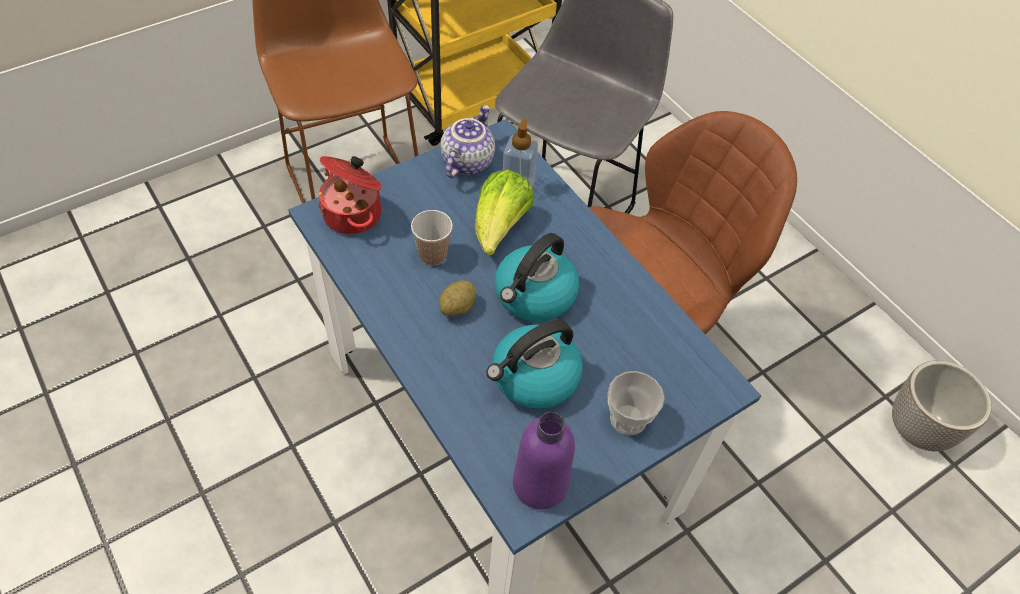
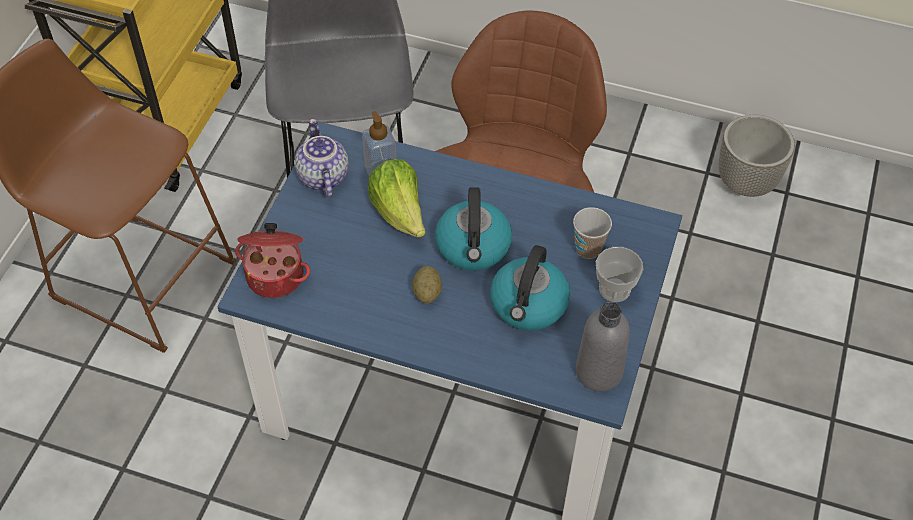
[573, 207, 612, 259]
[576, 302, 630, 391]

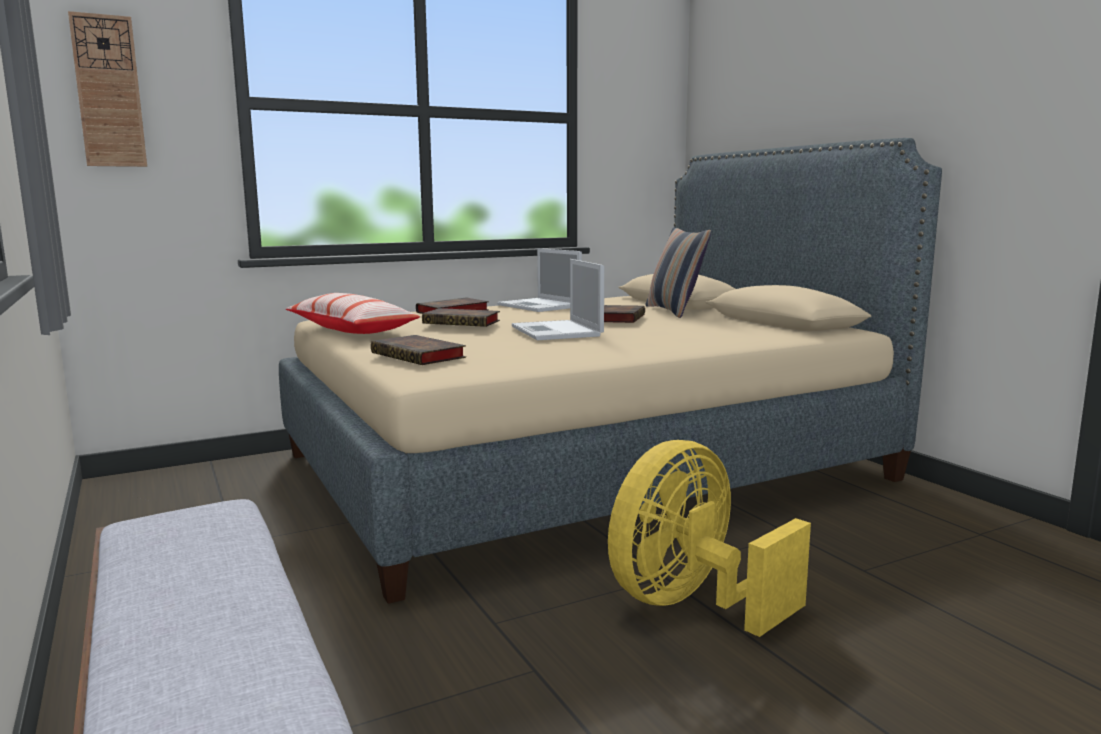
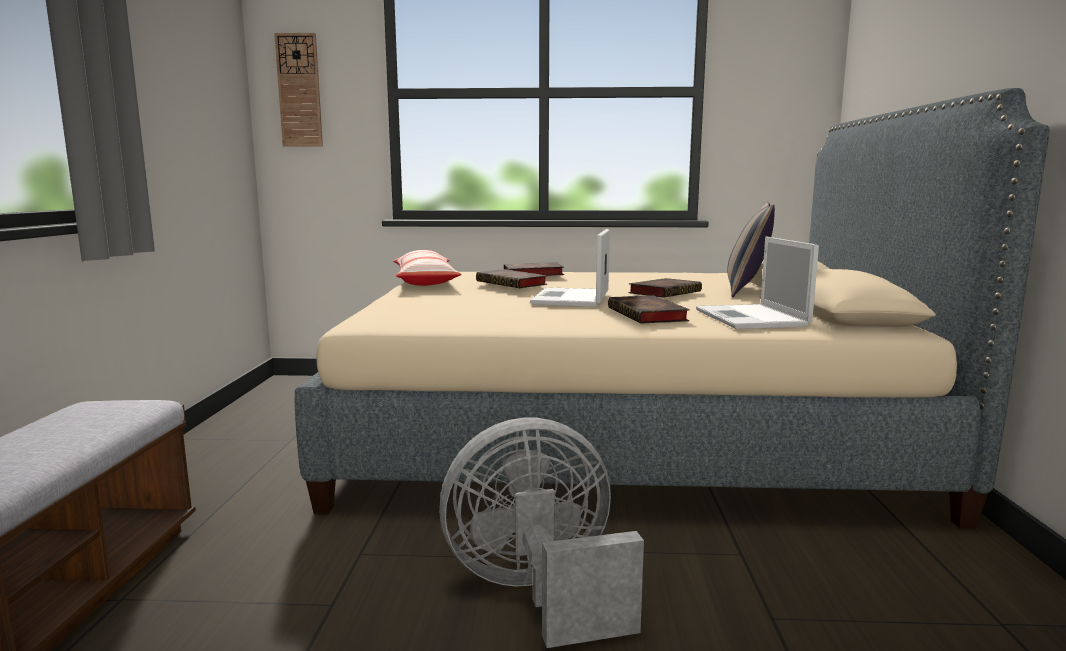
[608, 295, 690, 324]
[696, 237, 819, 329]
[439, 418, 644, 648]

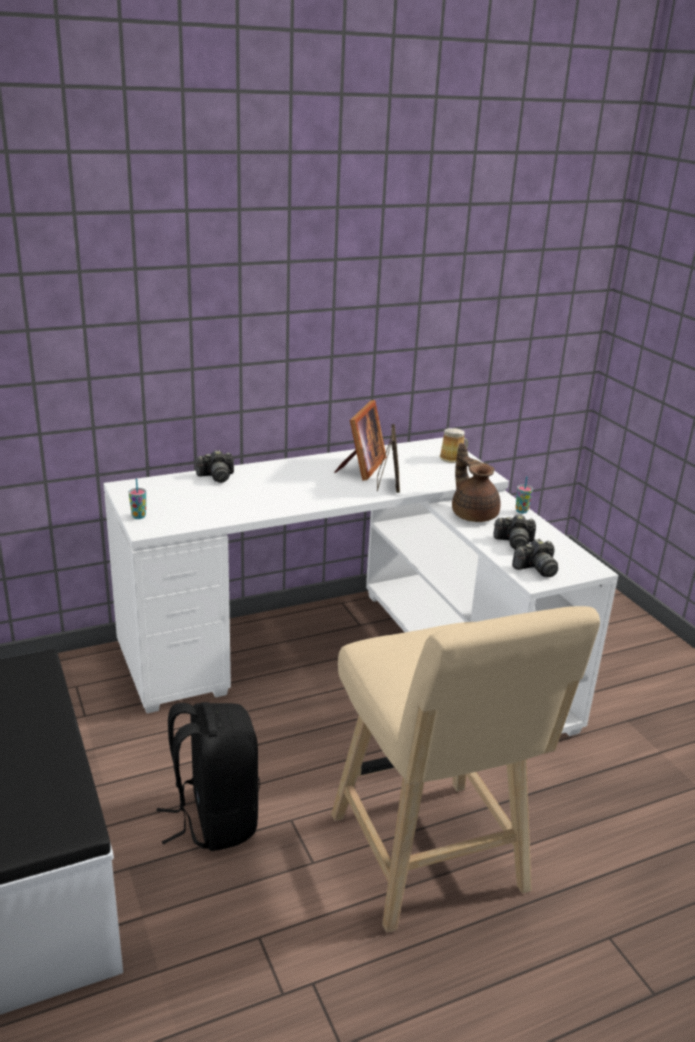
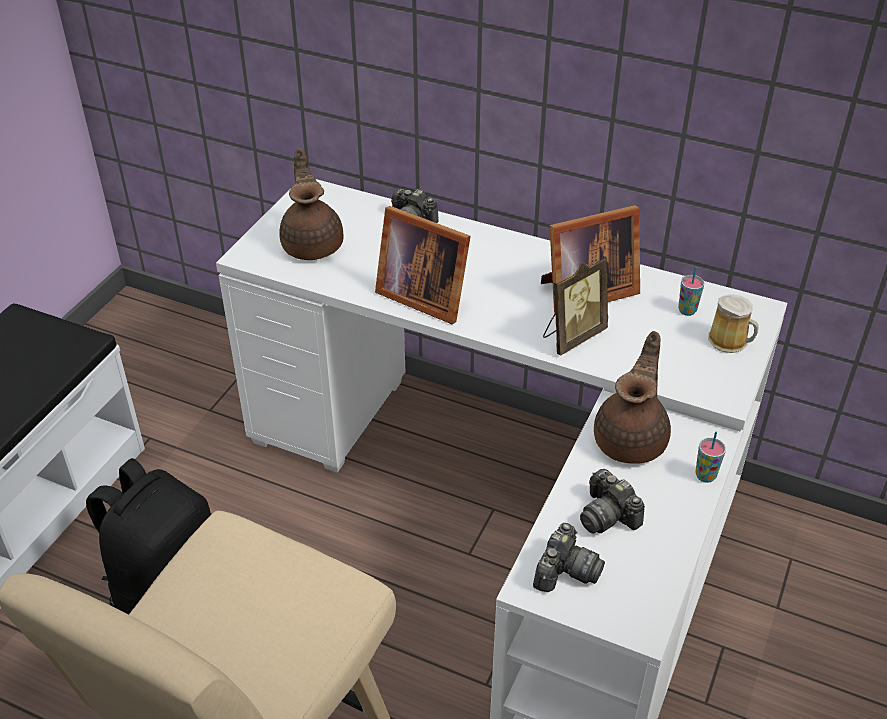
[279, 148, 343, 260]
[375, 206, 471, 324]
[678, 266, 704, 316]
[533, 523, 605, 592]

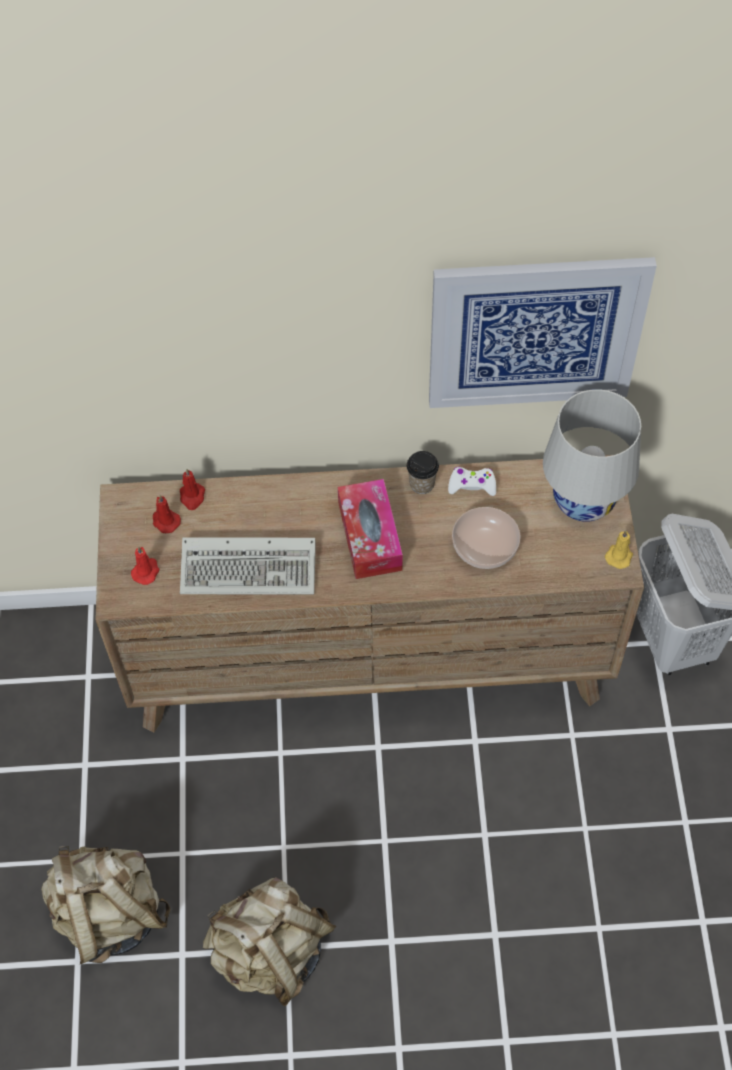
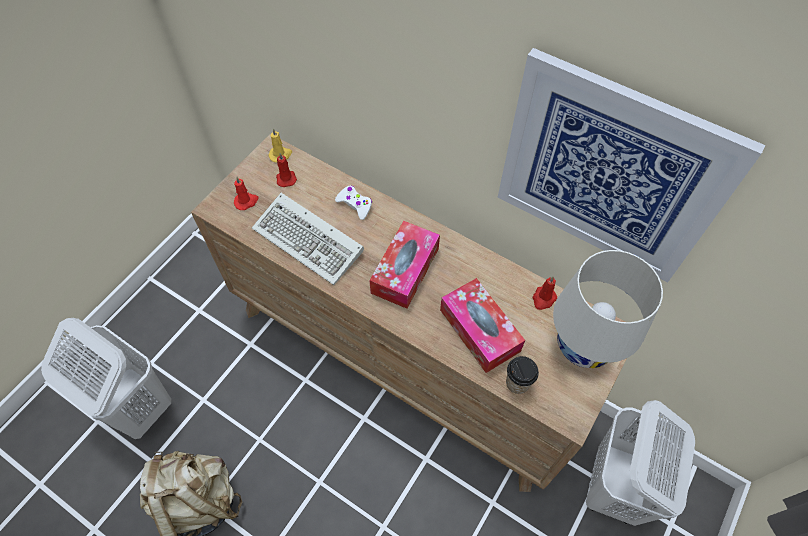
[533, 276, 557, 310]
[506, 356, 539, 394]
[335, 185, 372, 220]
[269, 128, 292, 162]
[41, 318, 171, 439]
[440, 278, 525, 373]

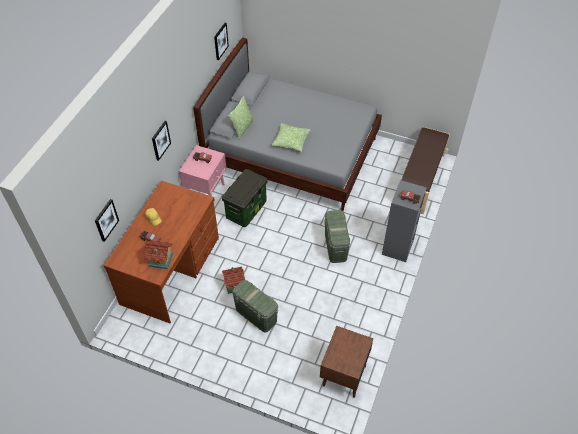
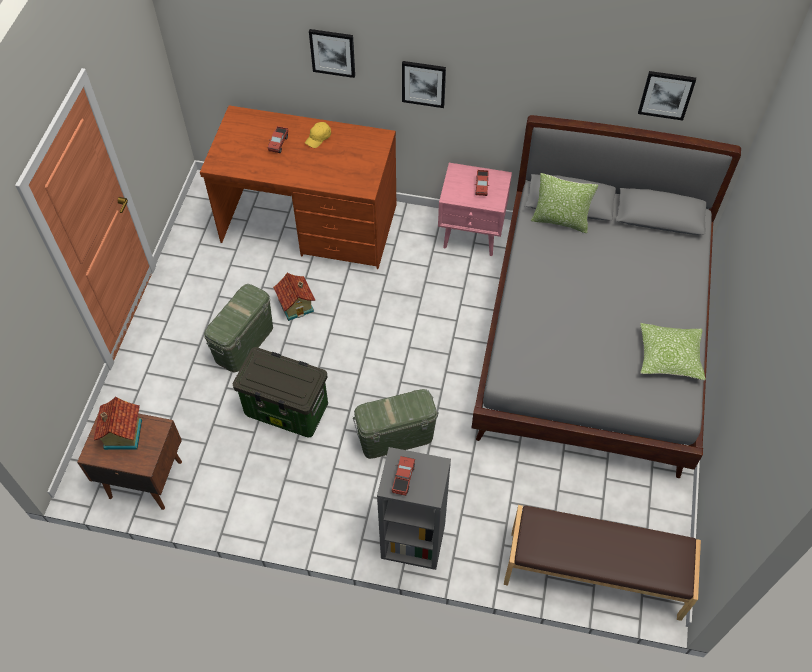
[309, 29, 355, 78]
[94, 397, 142, 450]
[233, 347, 328, 437]
[640, 323, 706, 380]

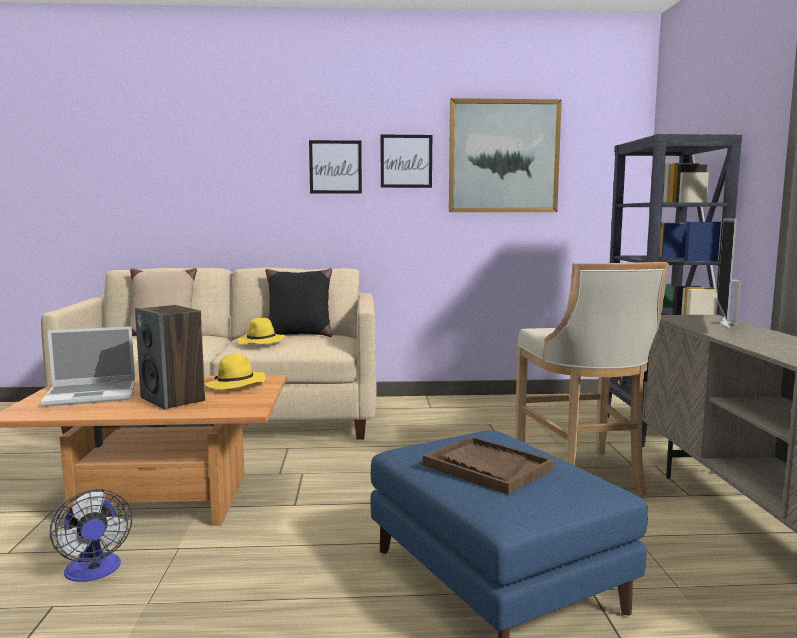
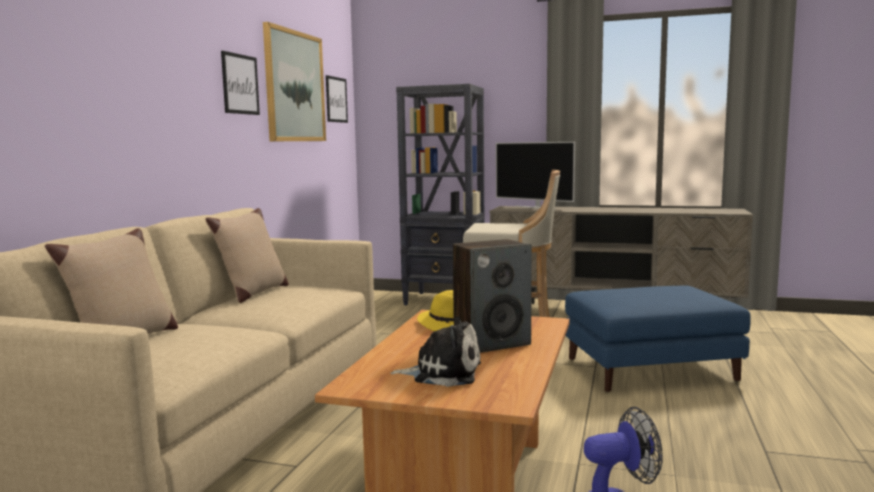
[238, 318, 285, 345] (first image)
[423, 436, 555, 495] (first image)
[326, 75, 348, 123]
[390, 316, 481, 387]
[205, 208, 289, 303]

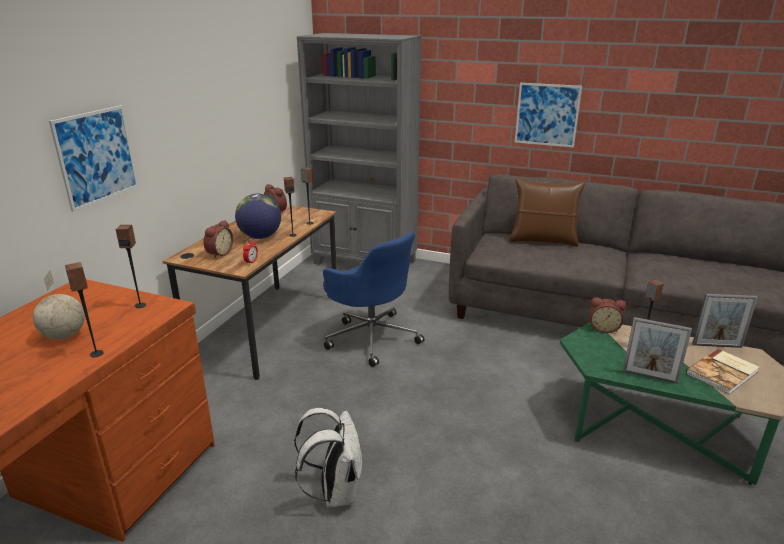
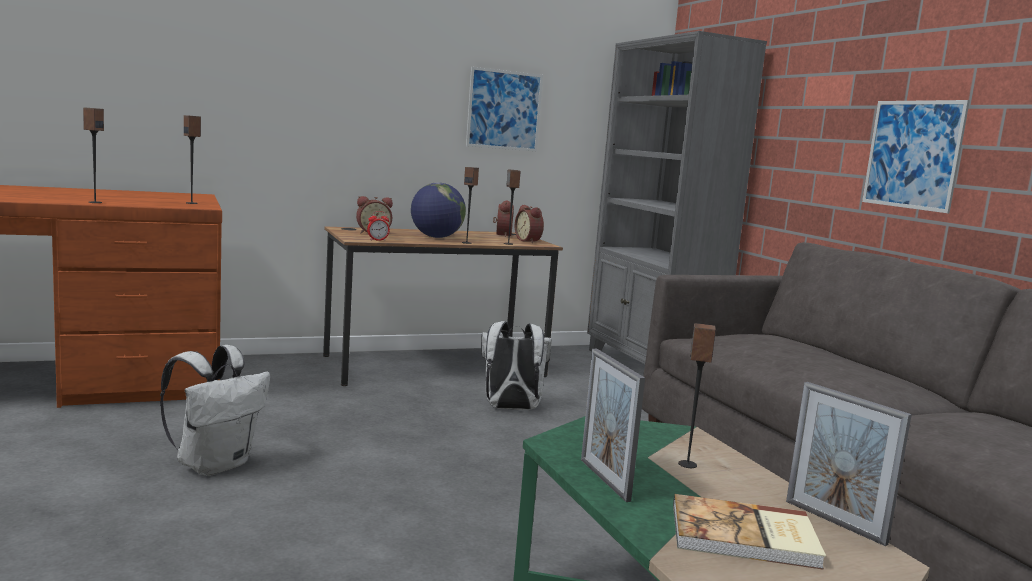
[33, 270, 85, 340] (first image)
[510, 177, 585, 247] (first image)
[466, 67, 543, 151]
[515, 205, 544, 243]
[481, 321, 552, 410]

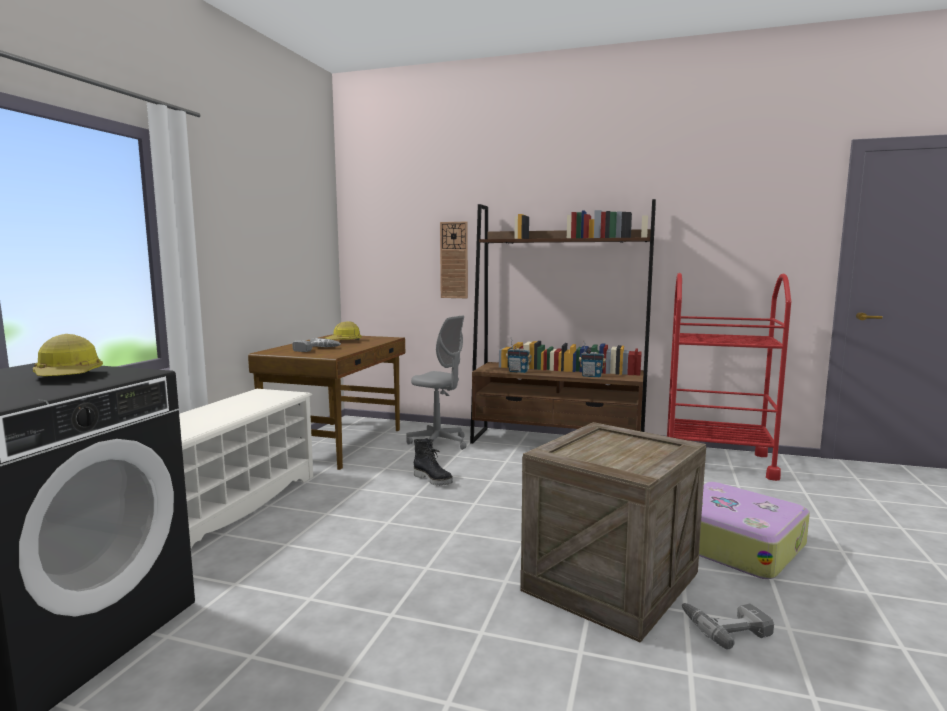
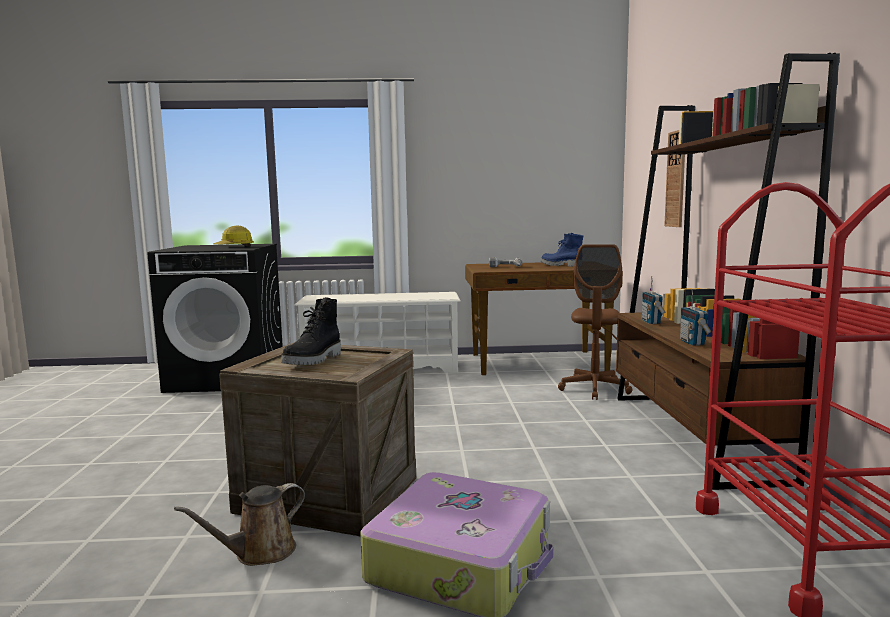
[281, 297, 341, 365]
[541, 233, 583, 267]
[174, 483, 305, 566]
[558, 244, 633, 400]

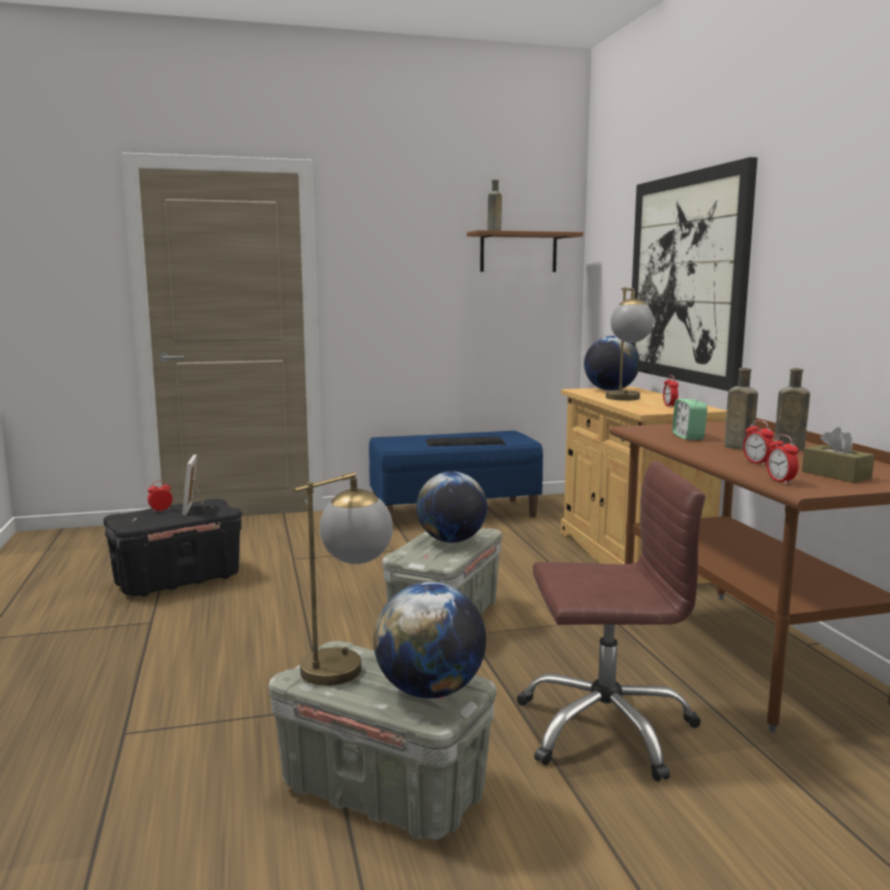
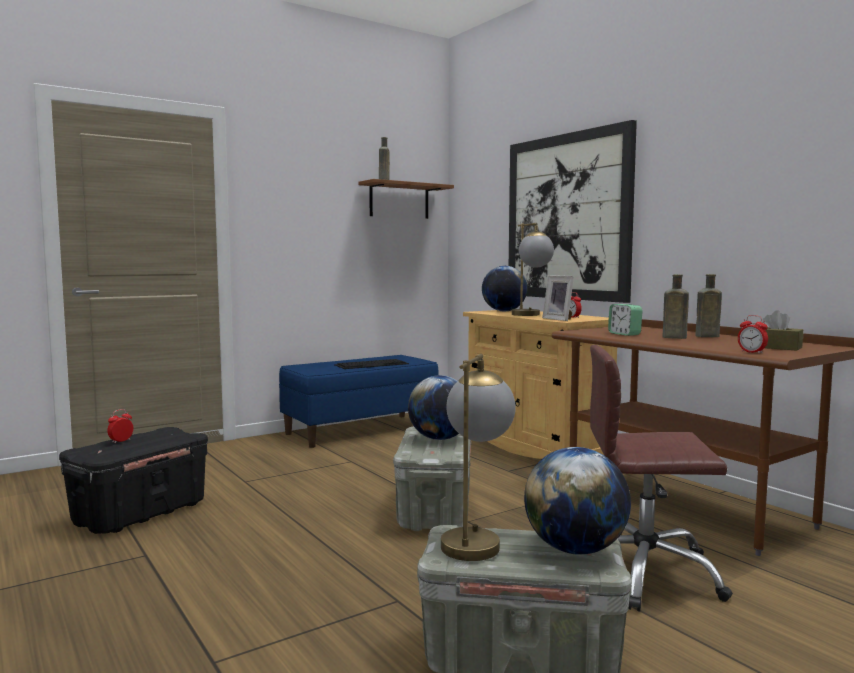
[743, 420, 774, 466] (first image)
[542, 275, 574, 321]
[590, 345, 733, 612]

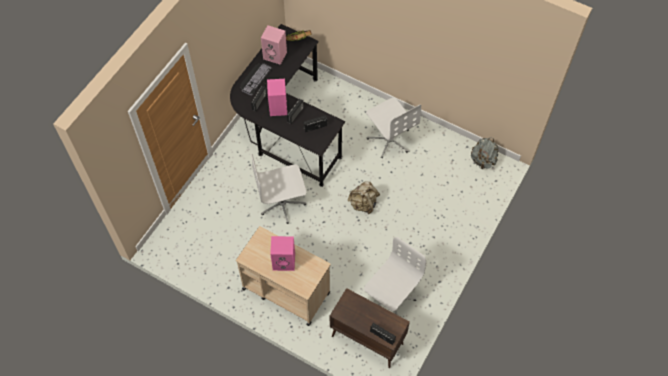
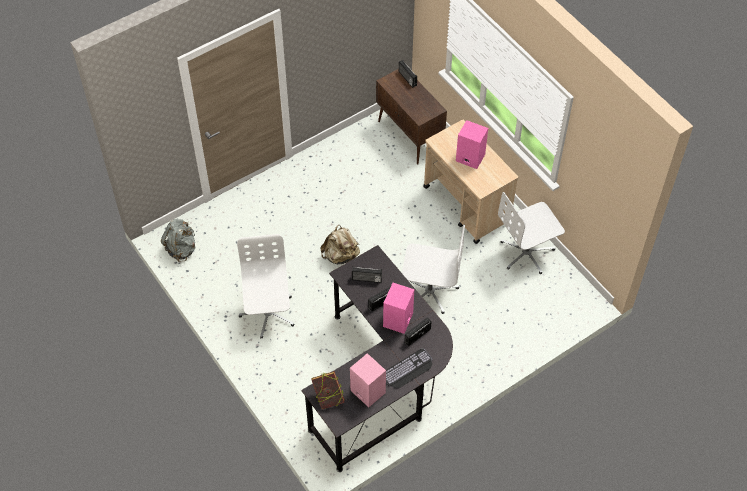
[498, 192, 565, 274]

